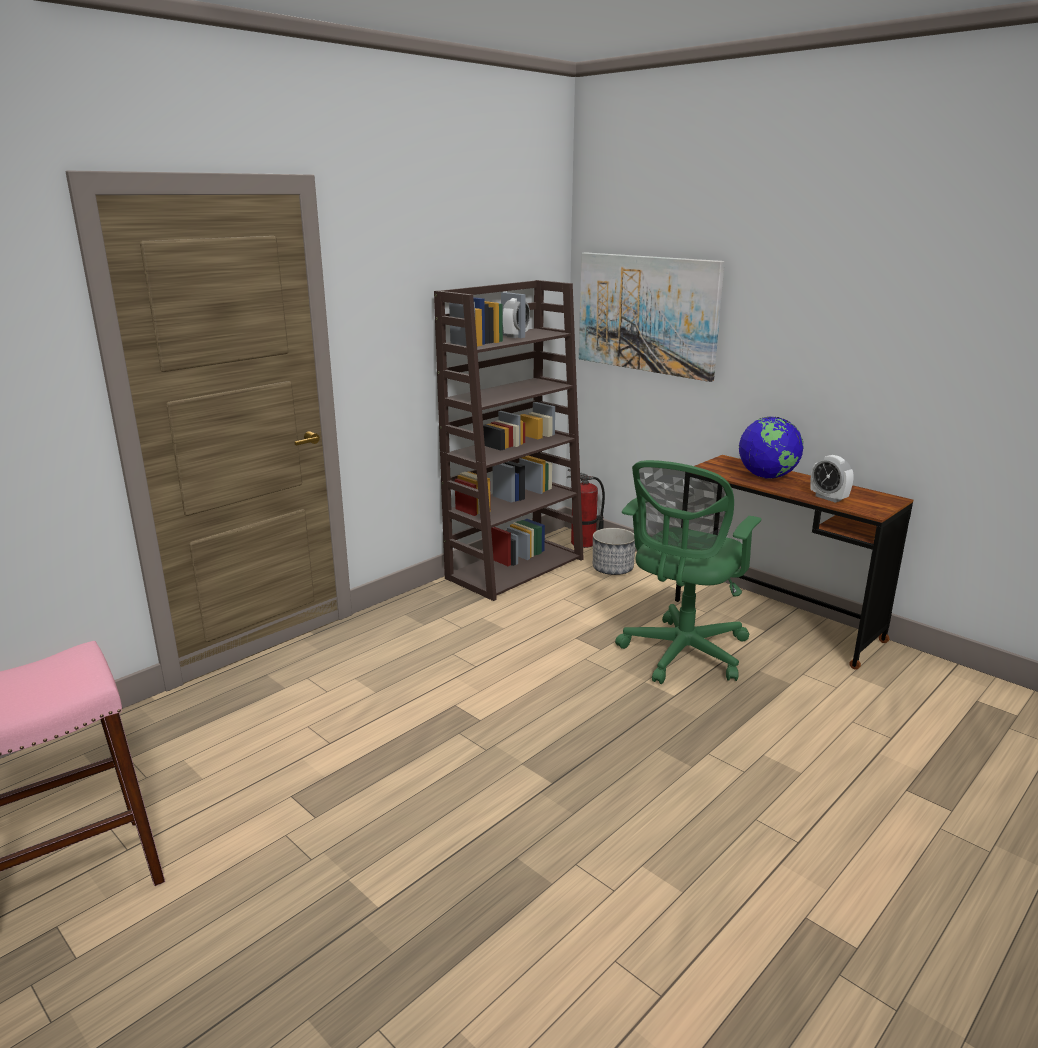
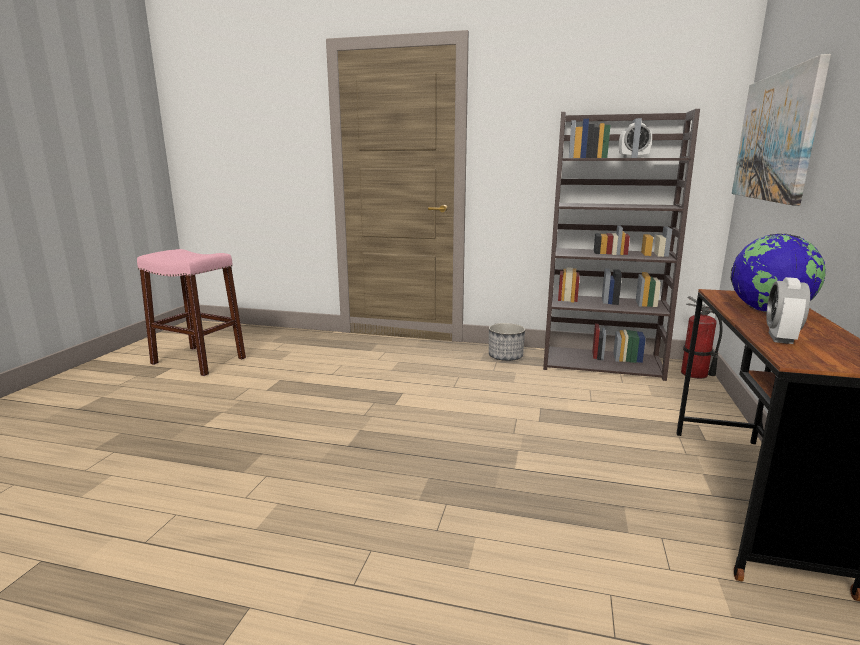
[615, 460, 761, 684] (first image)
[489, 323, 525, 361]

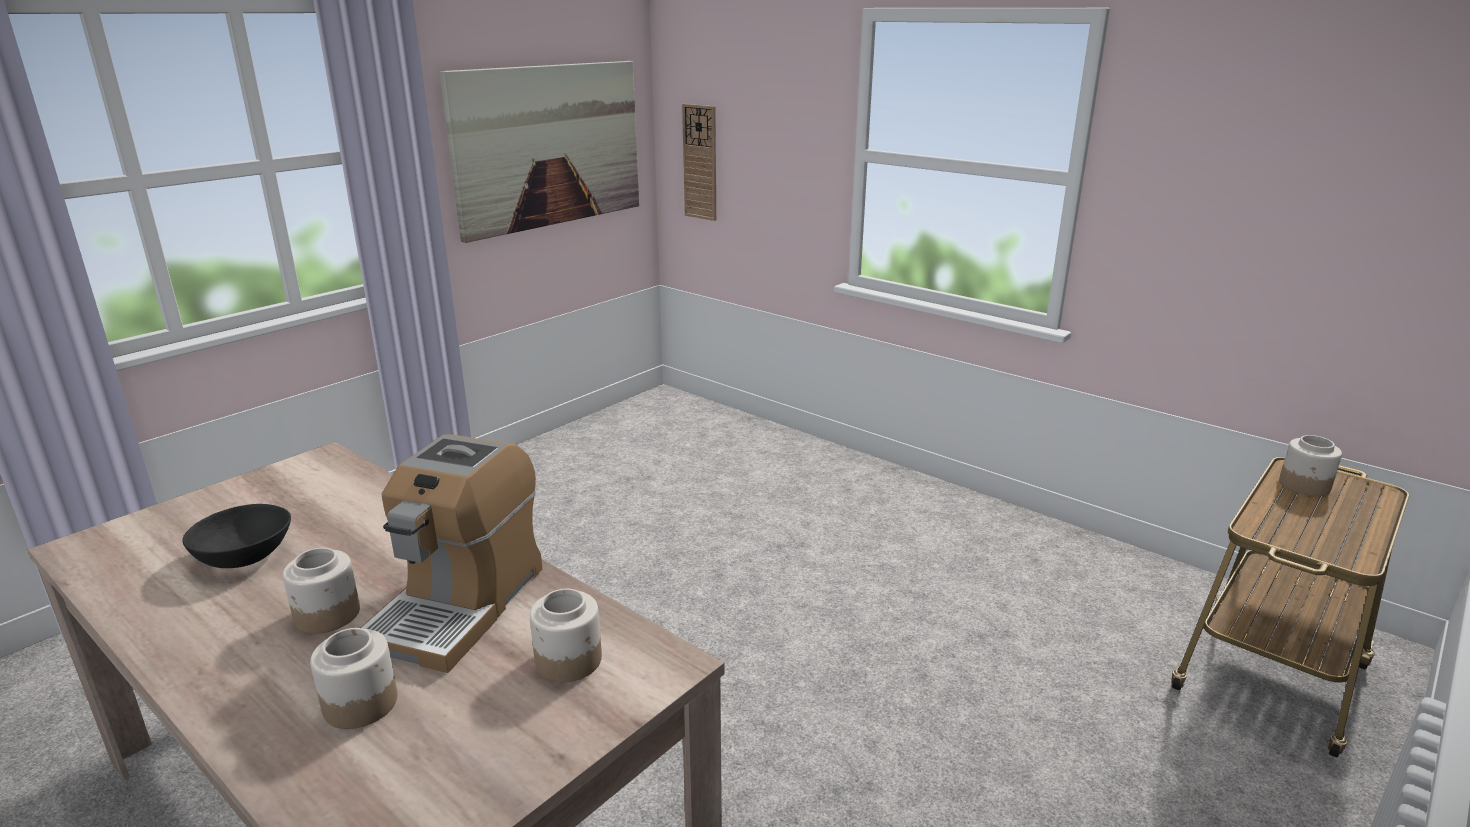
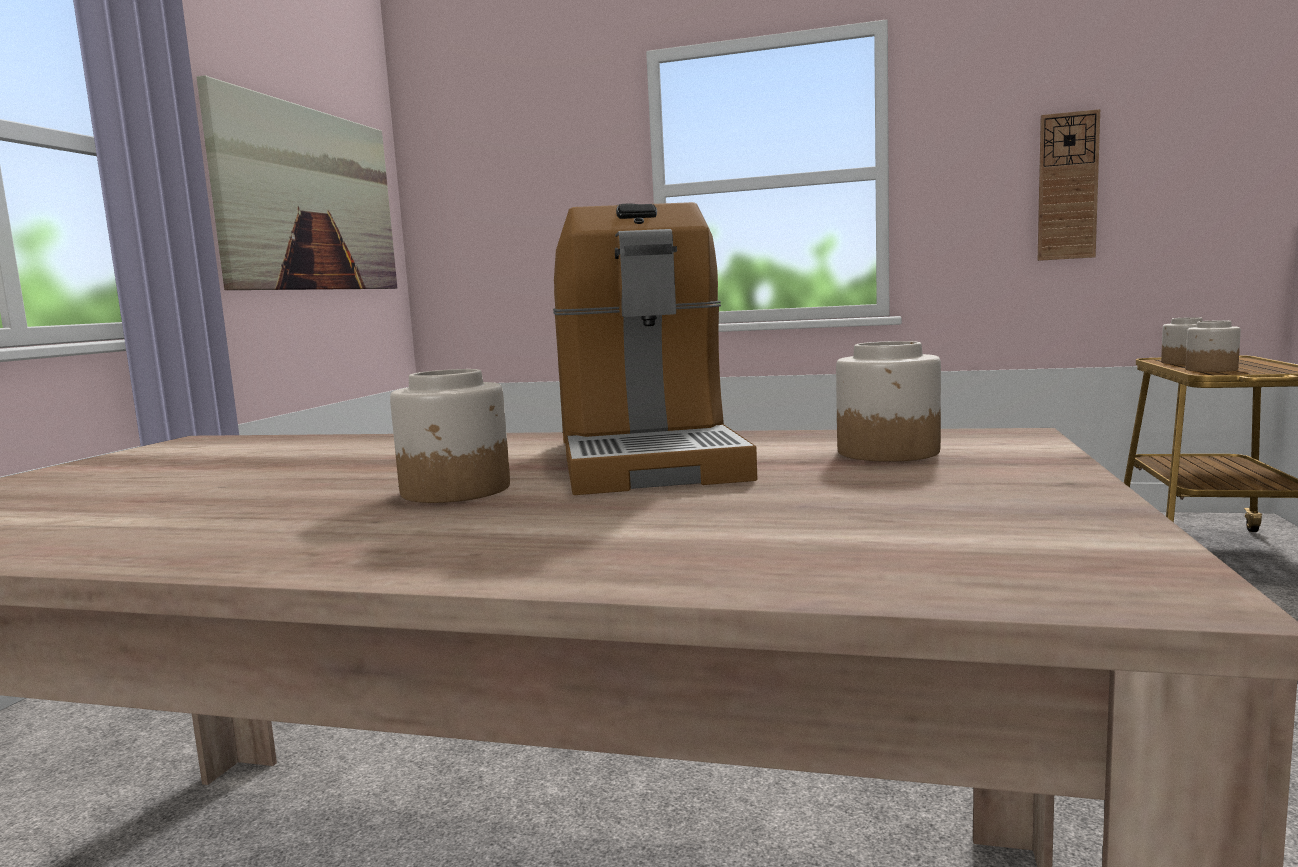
[182, 504, 291, 568] (first image)
[1186, 320, 1241, 372]
[1038, 109, 1100, 261]

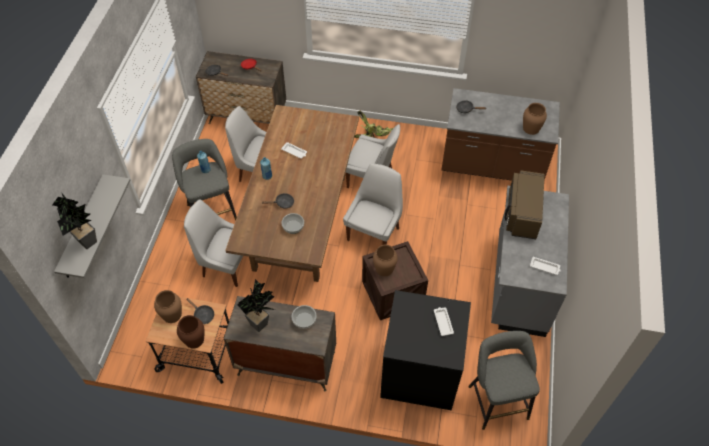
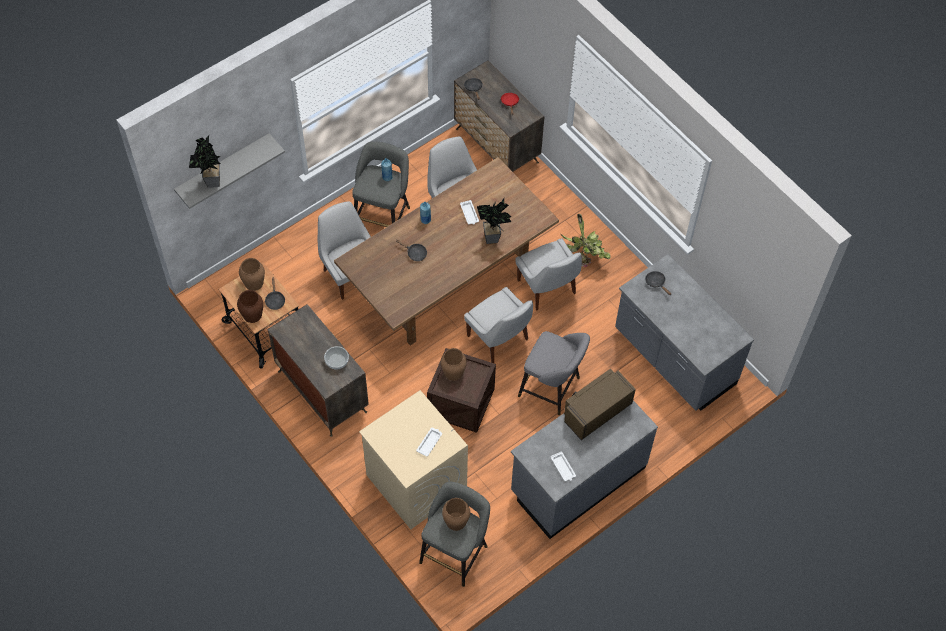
[281, 213, 304, 234] (first image)
[518, 331, 590, 415]
[477, 198, 511, 244]
[442, 498, 470, 531]
[359, 390, 468, 529]
[615, 254, 754, 411]
[464, 287, 533, 363]

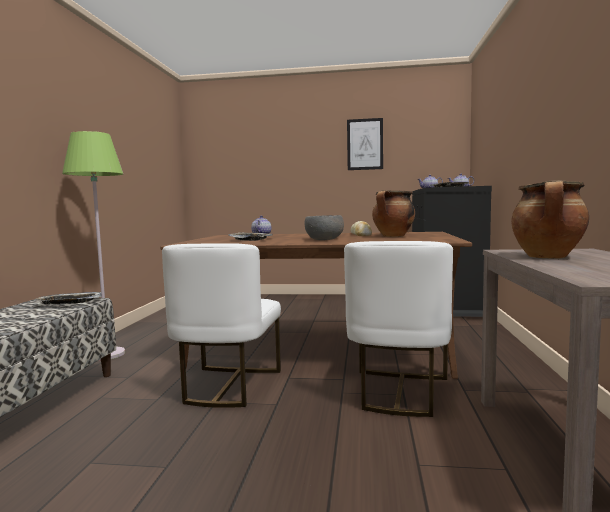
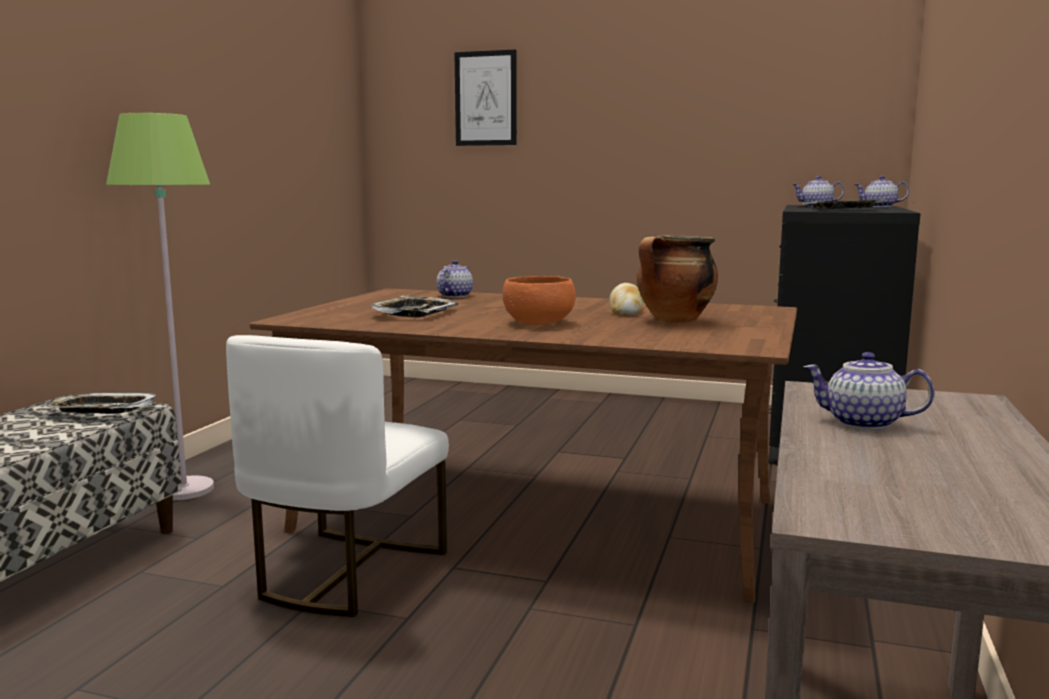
[344, 241, 453, 417] (first image)
[454, 49, 517, 146]
[804, 352, 935, 430]
[502, 276, 576, 325]

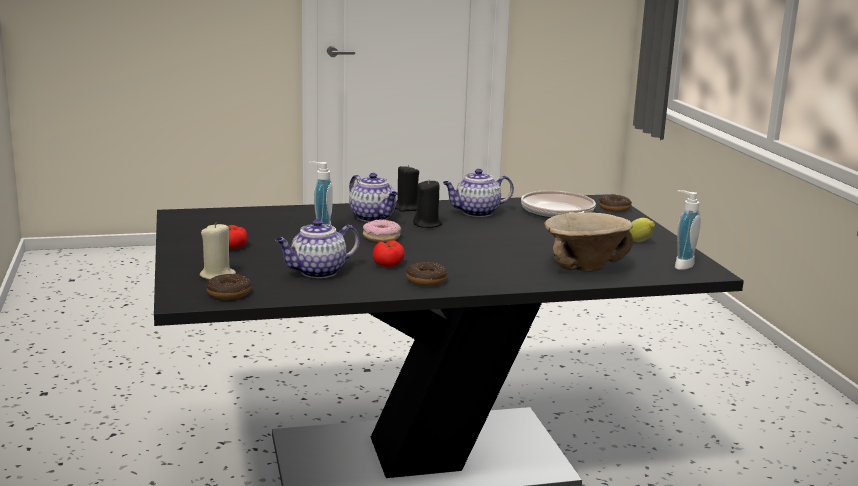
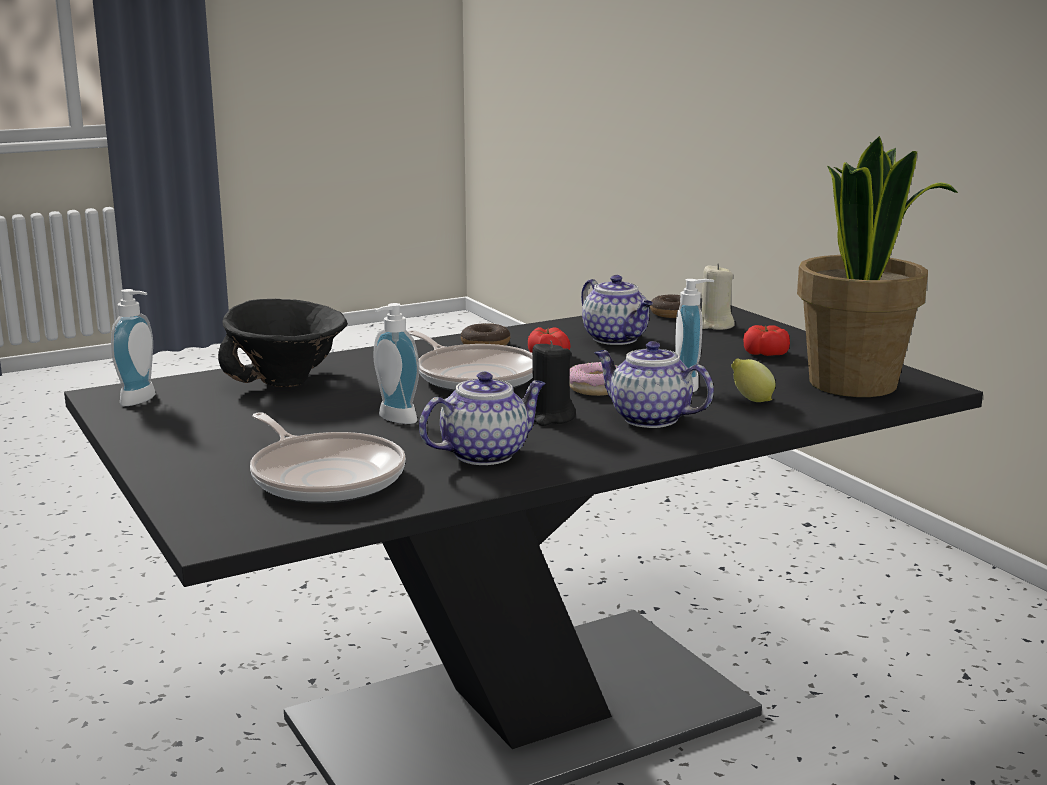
[395, 165, 419, 212] (first image)
[598, 195, 632, 212] (first image)
[373, 303, 420, 424]
[408, 330, 533, 391]
[797, 136, 958, 397]
[731, 359, 776, 402]
[218, 299, 348, 387]
[581, 275, 653, 345]

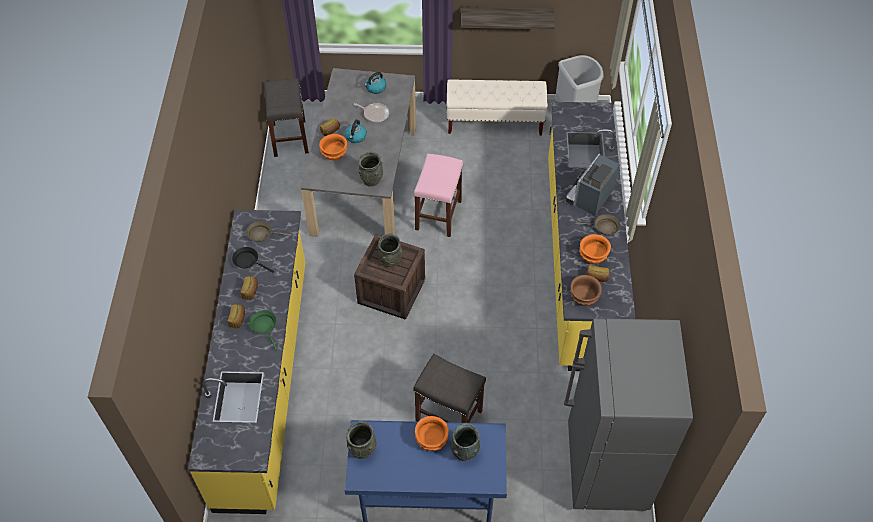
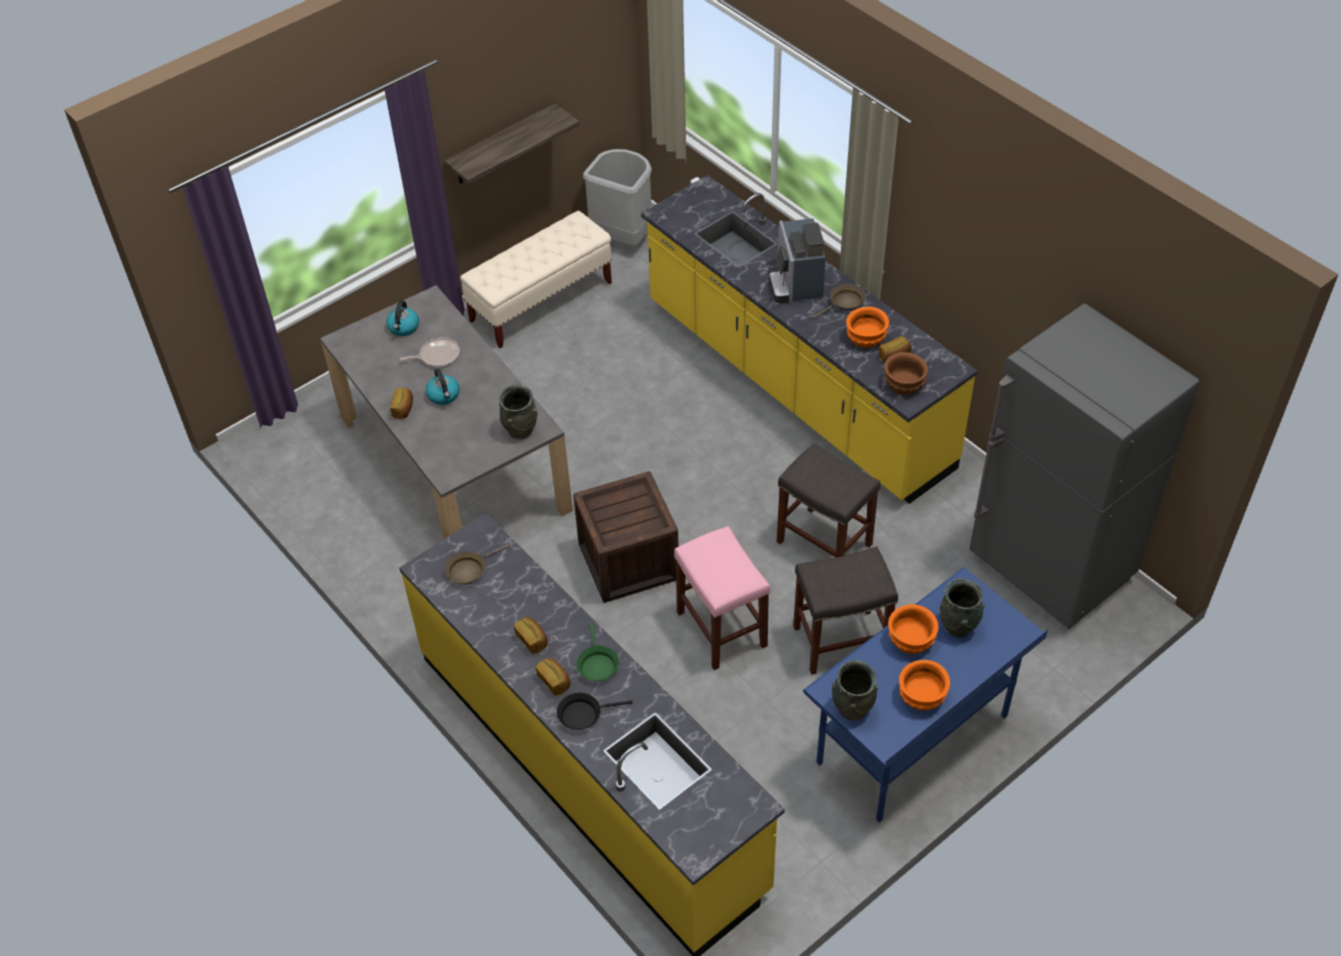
[378, 233, 403, 268] (first image)
[557, 693, 633, 730]
[777, 443, 881, 558]
[899, 660, 950, 710]
[674, 526, 770, 670]
[576, 622, 619, 682]

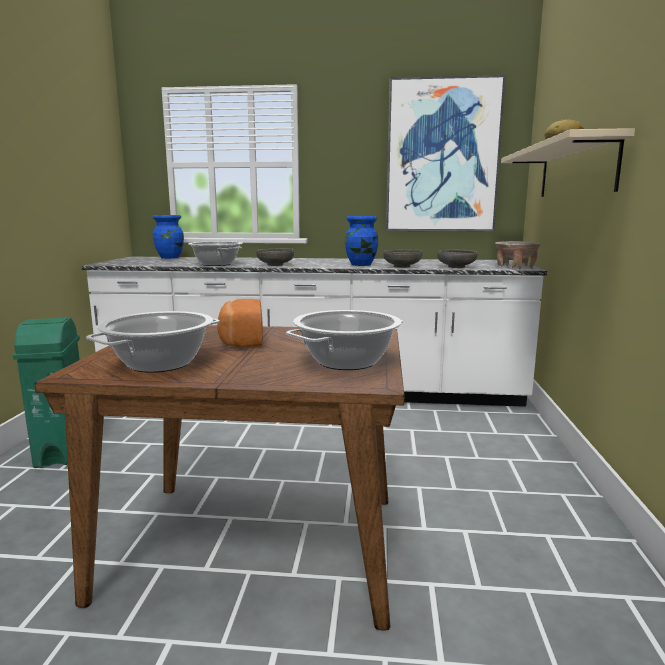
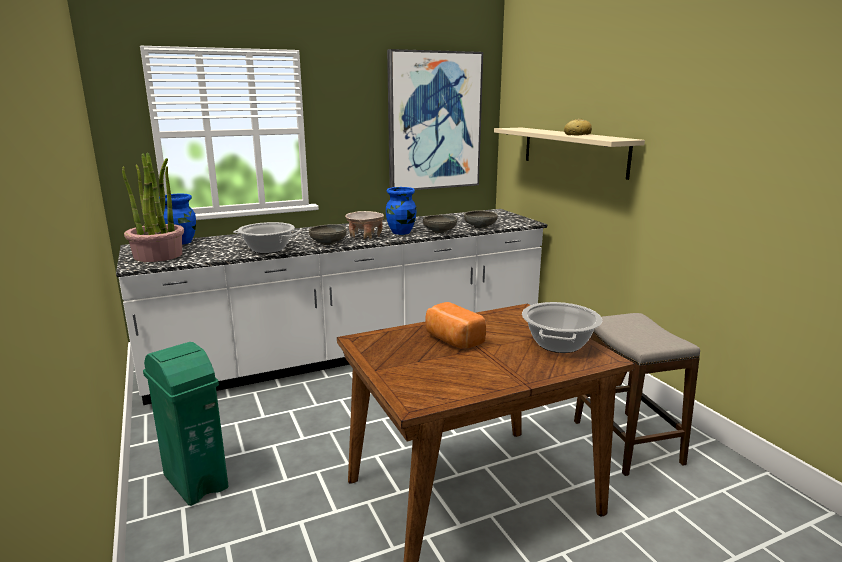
[86, 311, 220, 373] (first image)
[122, 152, 184, 262]
[574, 313, 700, 476]
[345, 211, 384, 240]

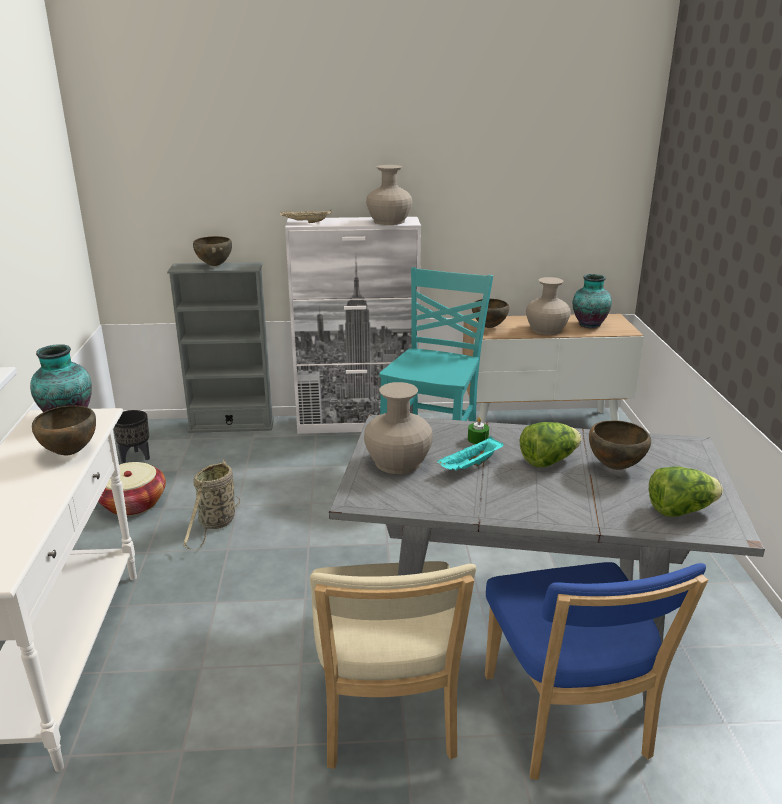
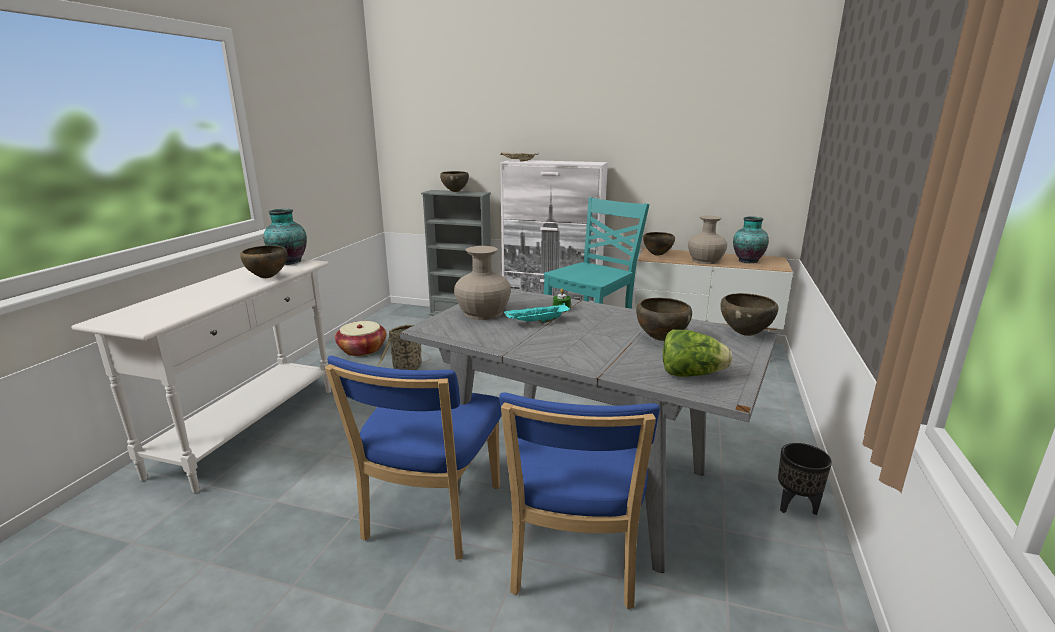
[366, 165, 412, 225] (first image)
[520, 422, 581, 467] (first image)
[720, 293, 778, 336]
[778, 443, 832, 515]
[325, 356, 502, 560]

